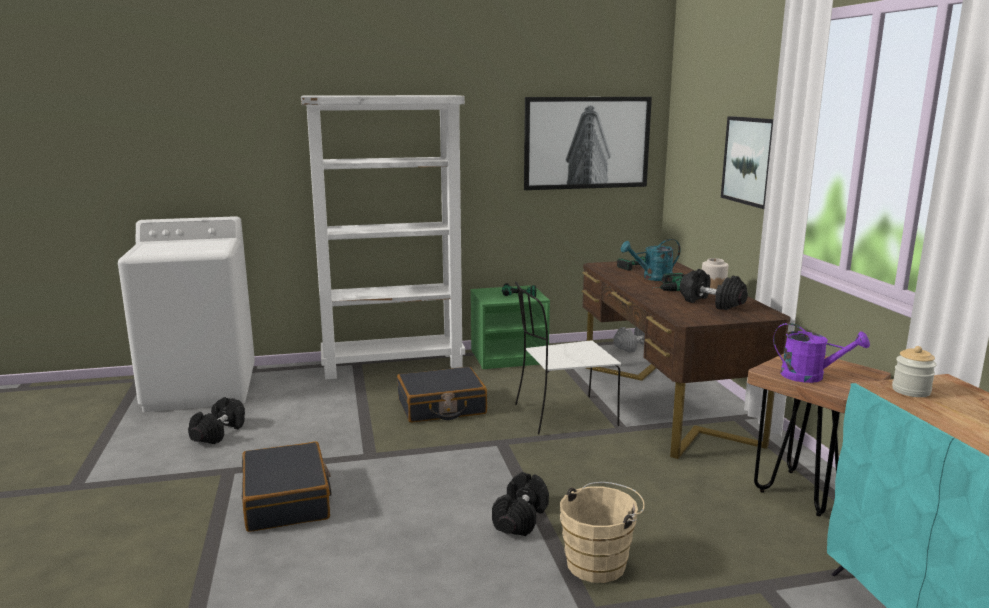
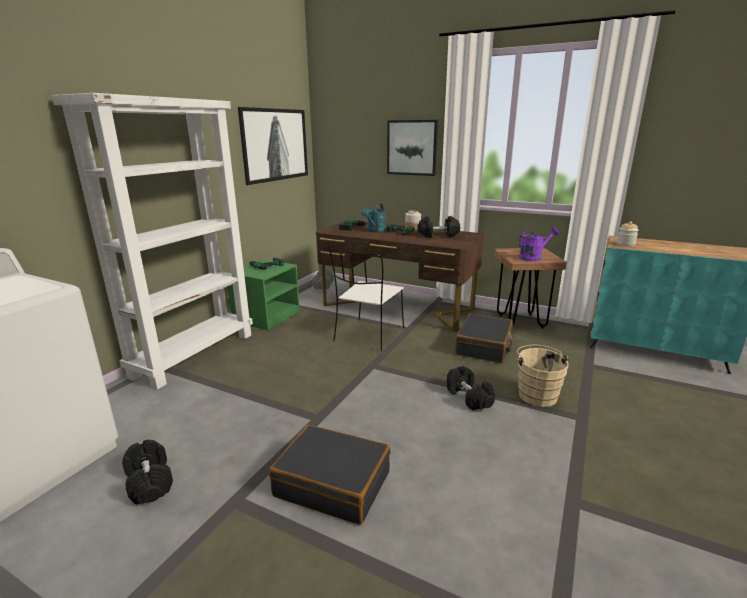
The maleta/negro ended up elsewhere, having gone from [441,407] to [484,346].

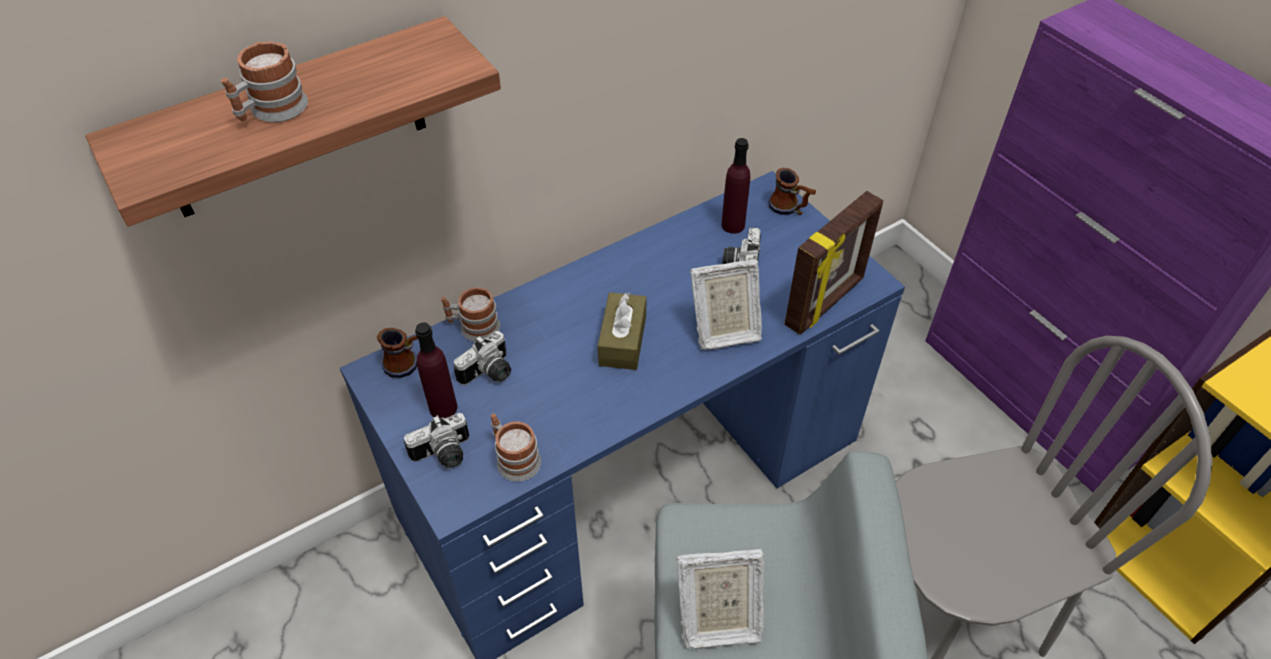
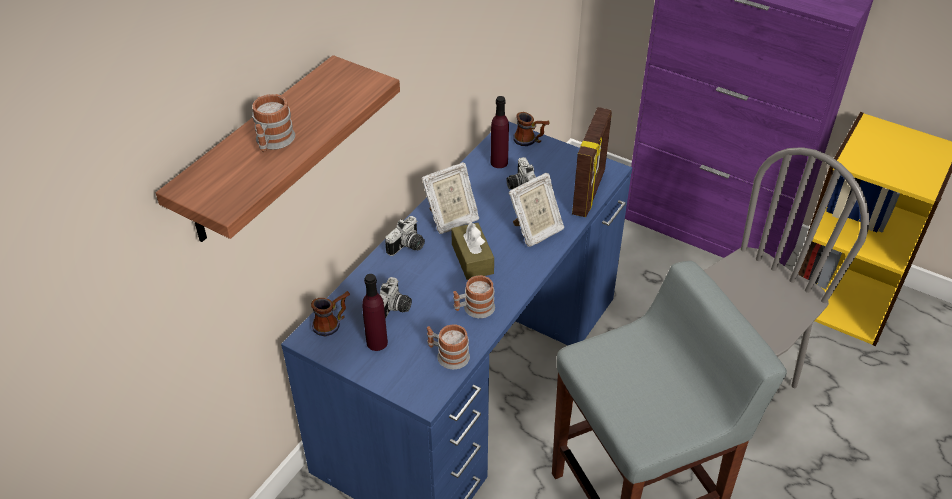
The taza grande ended up elsewhere, having gone from [473,327] to [474,309].
The cámara ended up elsewhere, having gone from [444,455] to [408,247].
The portarretratos ended up elsewhere, having gone from [717,620] to [451,219].

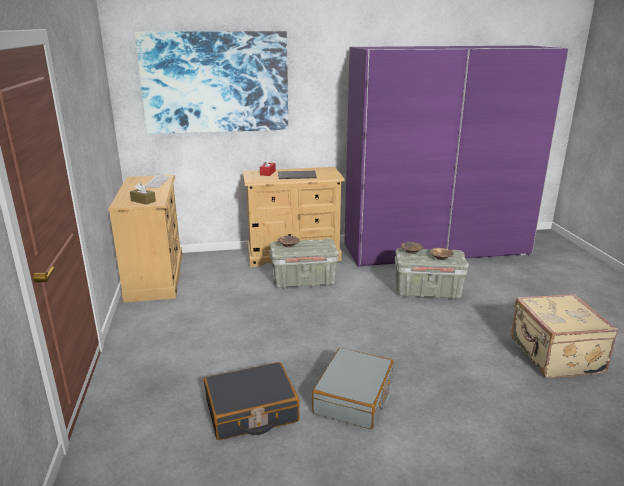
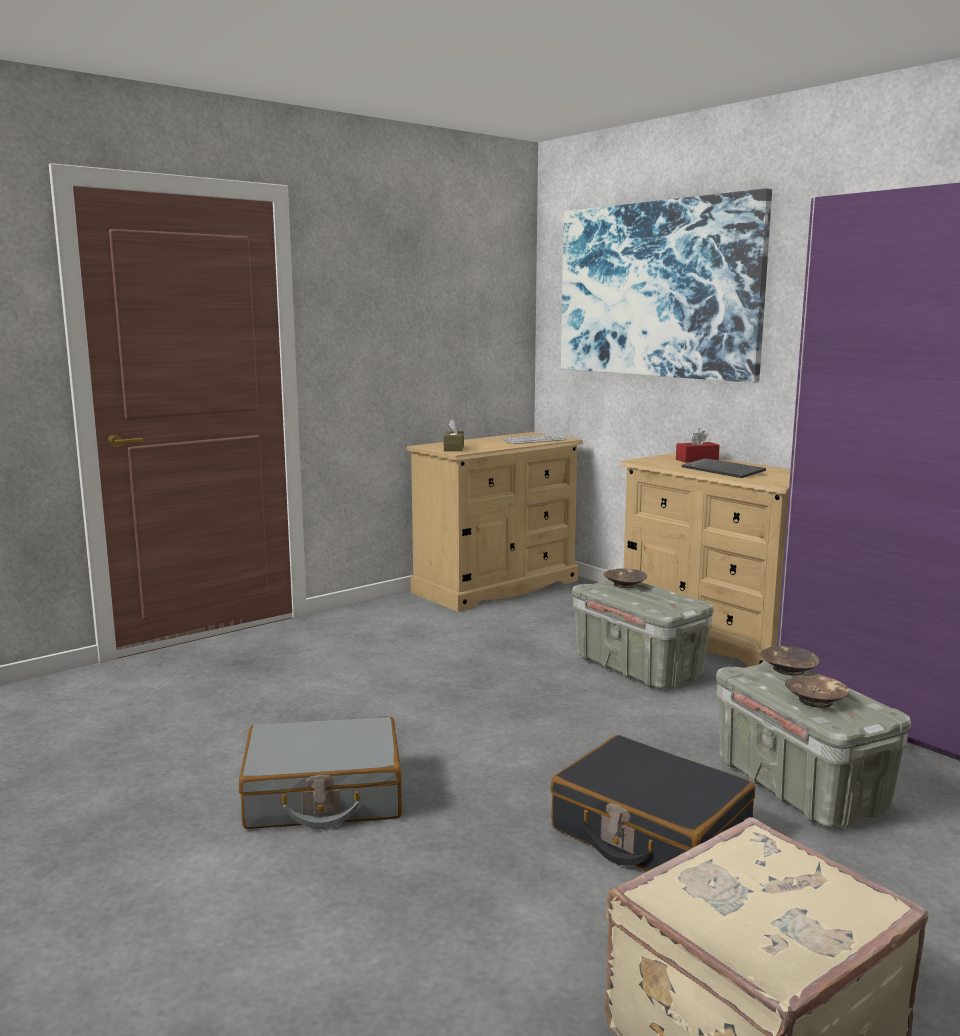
The maleta/negro ended up elsewhere, having gone from [251,411] to [649,833].

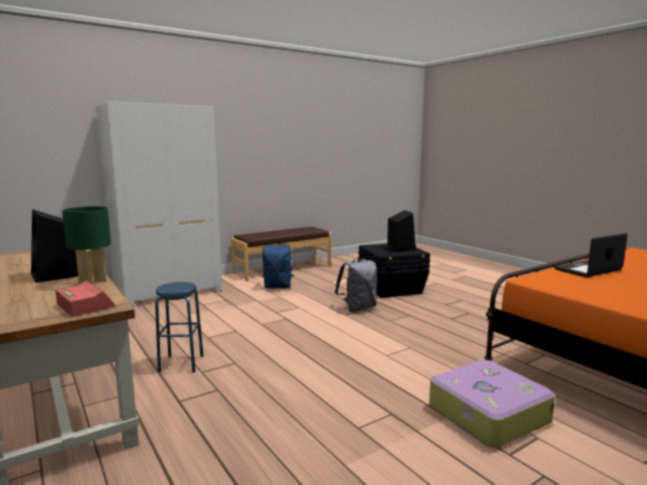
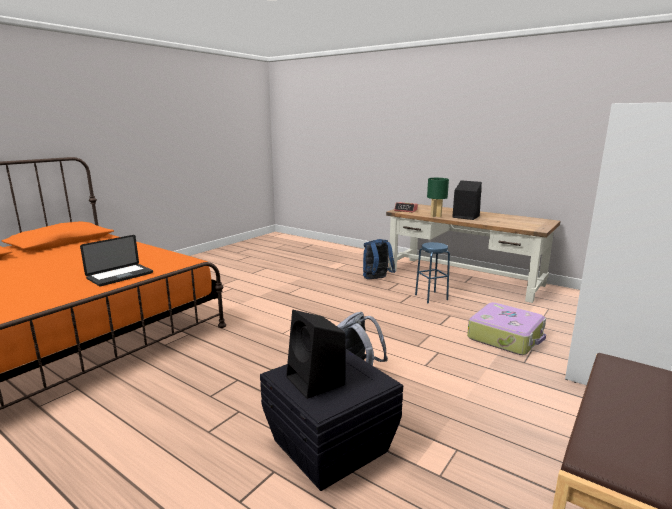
The mochila/azul ended up elsewhere, having gone from [278,287] to [376,279].
The maleta ended up elsewhere, having gone from [486,414] to [506,337].

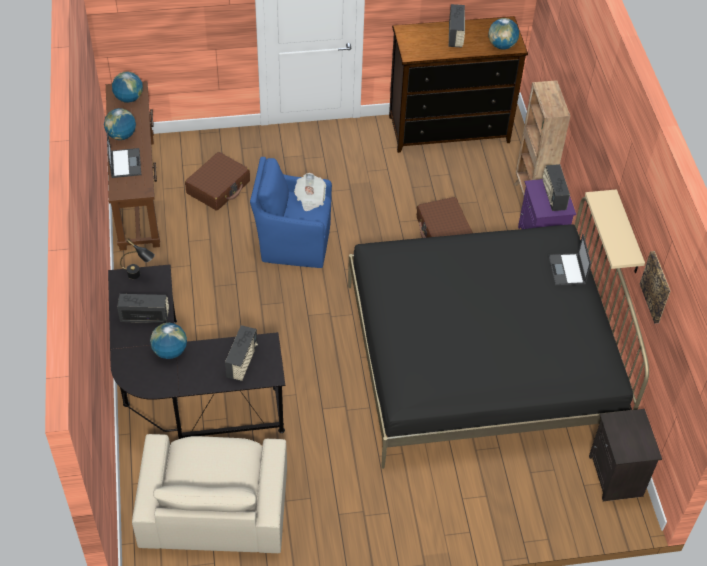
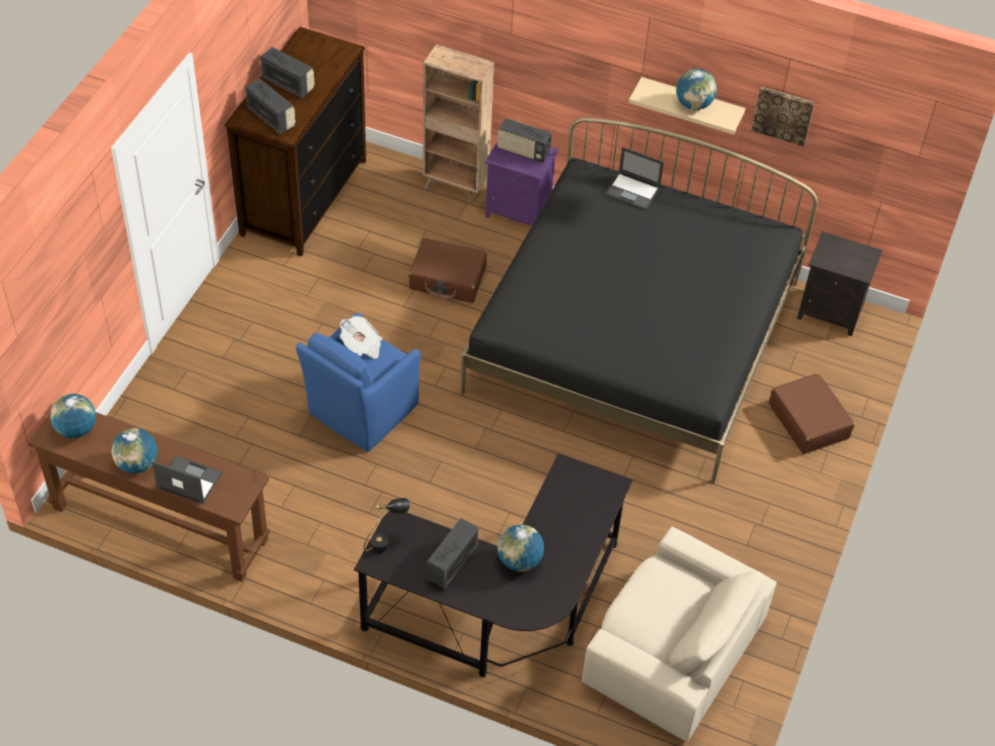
The globo terráqueo ended up elsewhere, having gone from [502,45] to [694,104].
The maleta/marrón ended up elsewhere, having gone from [218,187] to [808,421].
The radio ended up elsewhere, having gone from [242,362] to [271,118].

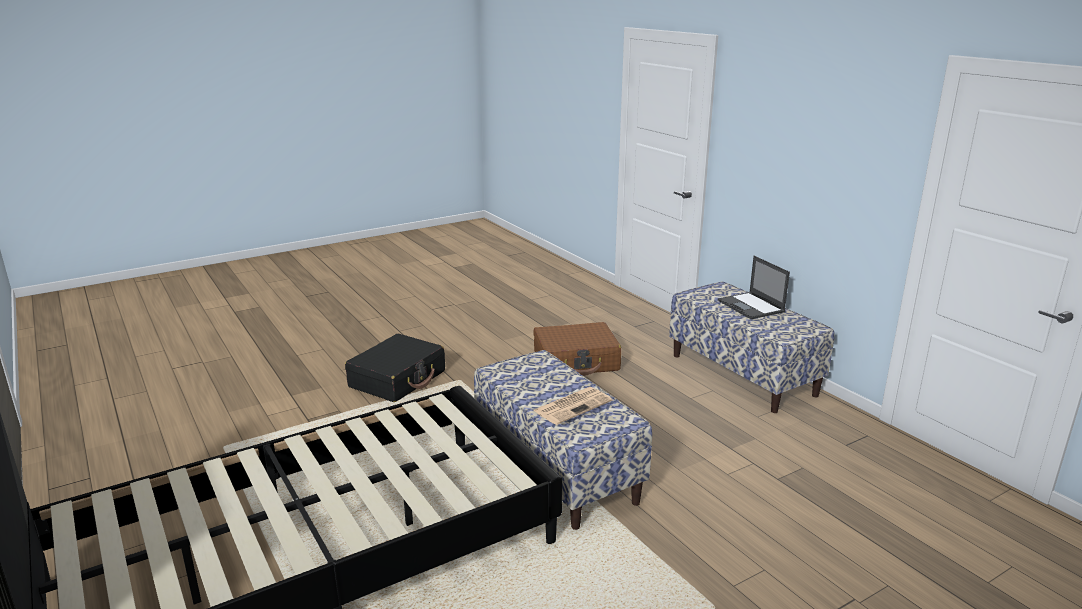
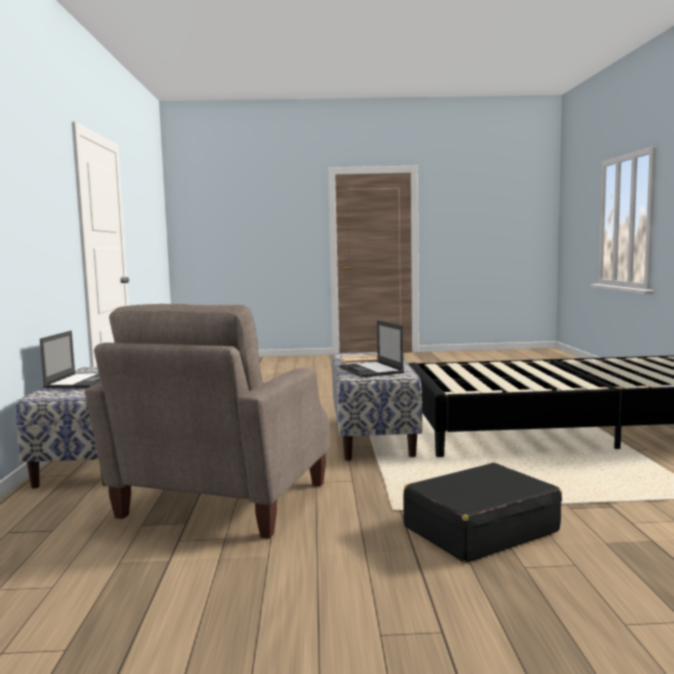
Where the maleta/marrón stood at [576,361], the sillón/beis came to stand at [221,502].
The second view gained the portátil at [371,370].

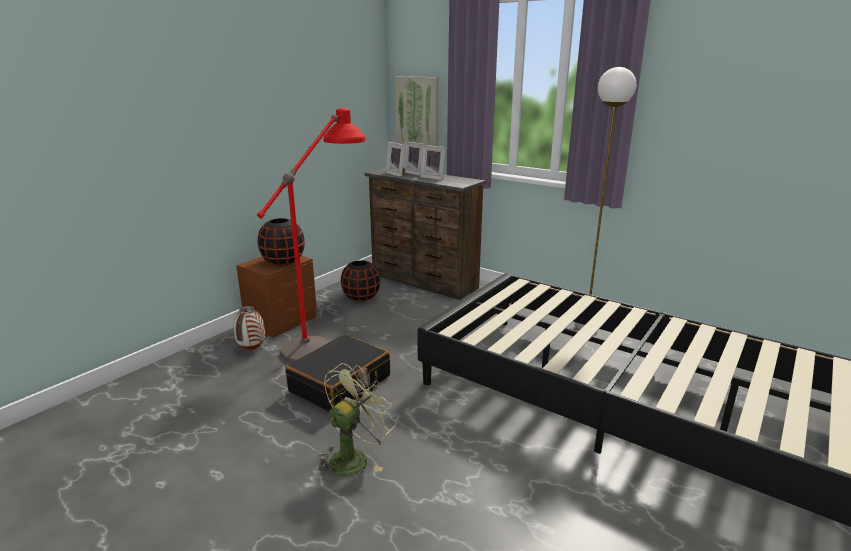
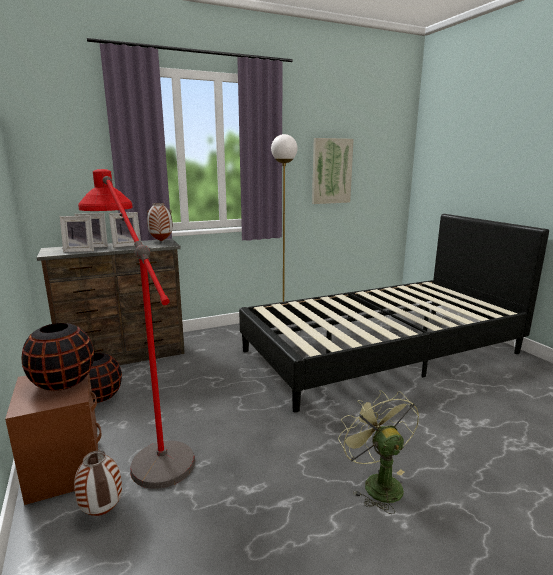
The cuadro ended up elsewhere, having gone from [418,114] to [331,171].
The second view lost the maleta/negro at [340,384].
The second view gained the florero at [161,241].

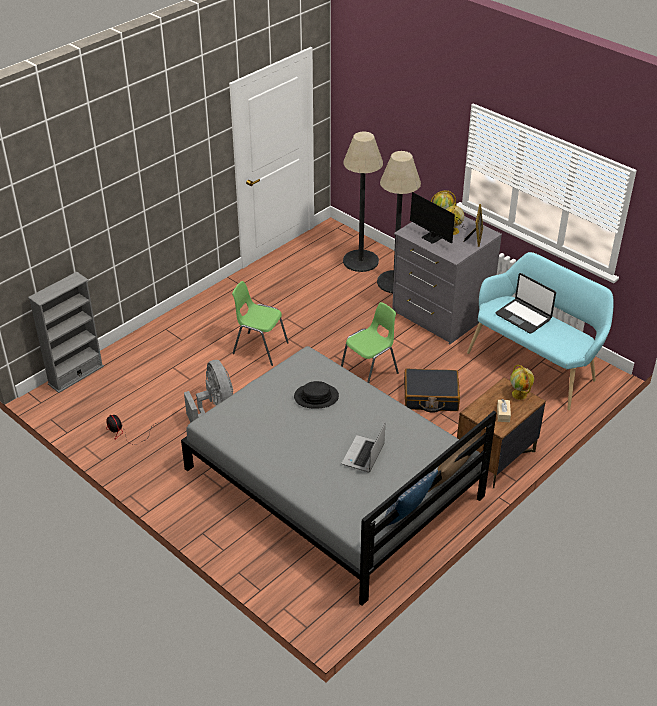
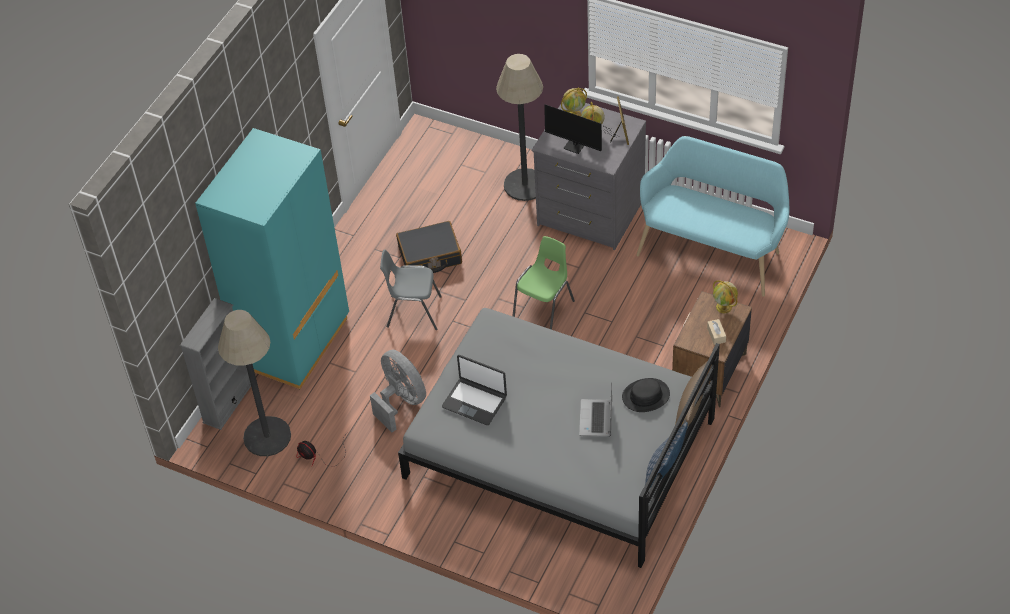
The lámpara de pie ended up elsewhere, having gone from [360,261] to [267,437].
The portátil ended up elsewhere, having gone from [523,316] to [475,401].
What was the silla/verde at [260,348] turned into the silla/gris at [413,312].
The maleta/negro ended up elsewhere, having gone from [430,397] to [430,255].
The sombrero/negro ended up elsewhere, having gone from [316,397] to [646,396].
The second view gained the armario ropero/turquesa at [295,343].

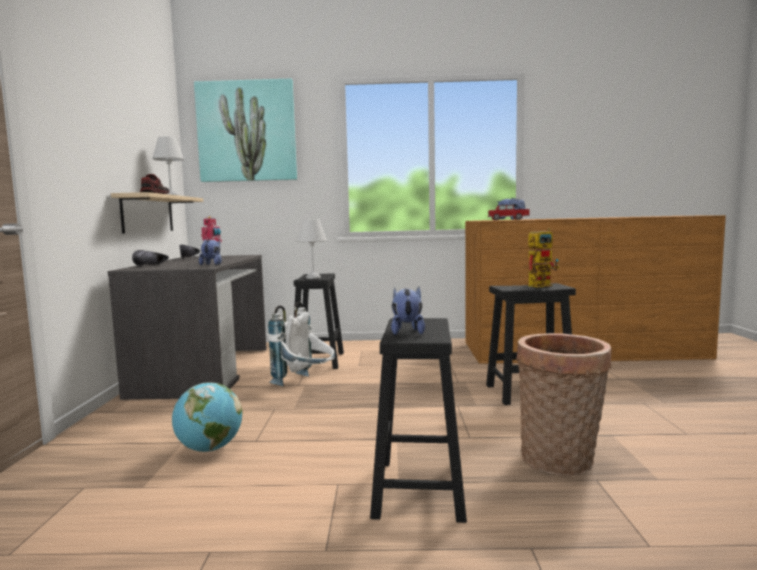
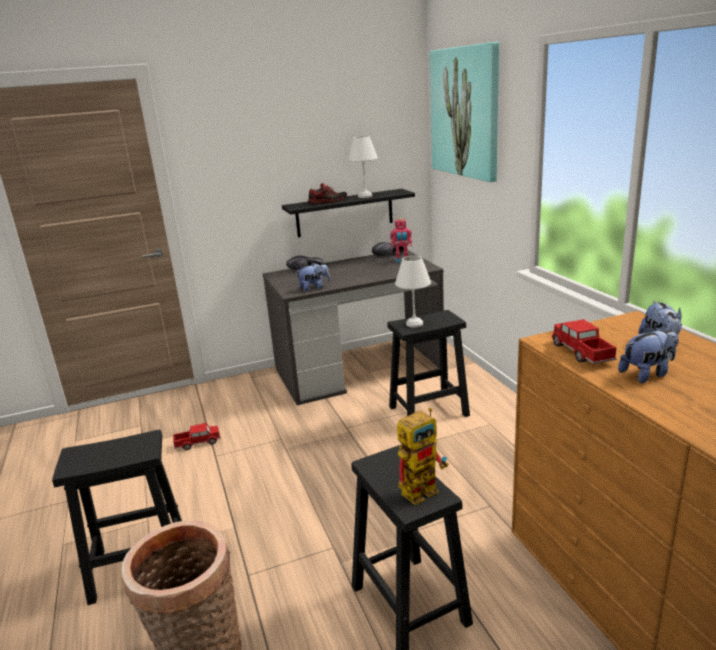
What was the estante/beis at [148,214] turned into the estante/negro at [344,213].
The robot de juguete at [542,285] ended up facing another way, 75 degrees counterclockwise from before.
The peluche ended up elsewhere, having gone from [407,331] to [647,374].
The second view lost the mochila/blanco at [306,384].
Where the globo terráqueo stood at [209,449], the camión de juguete came to stand at [197,443].

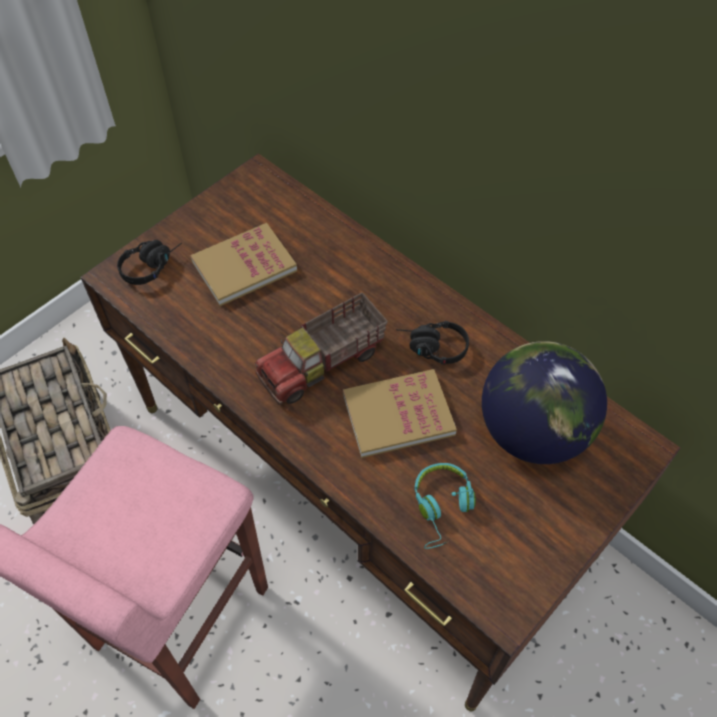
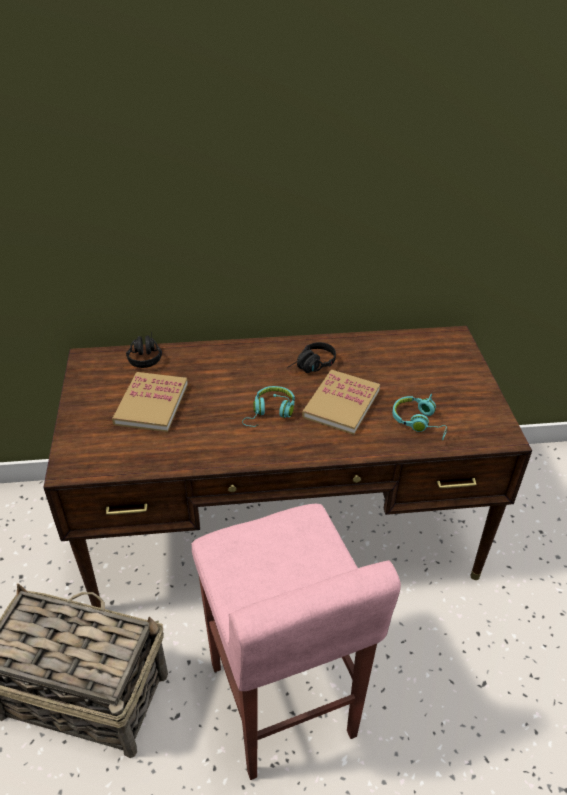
The auriculares/negro ended up elsewhere, having gone from [152,265] to [145,355].
Where the camión de juguete stood at [323,364], the auriculares/turquesa came to stand at [270,412].
The second view lost the globo terráqueo at [532,432].

